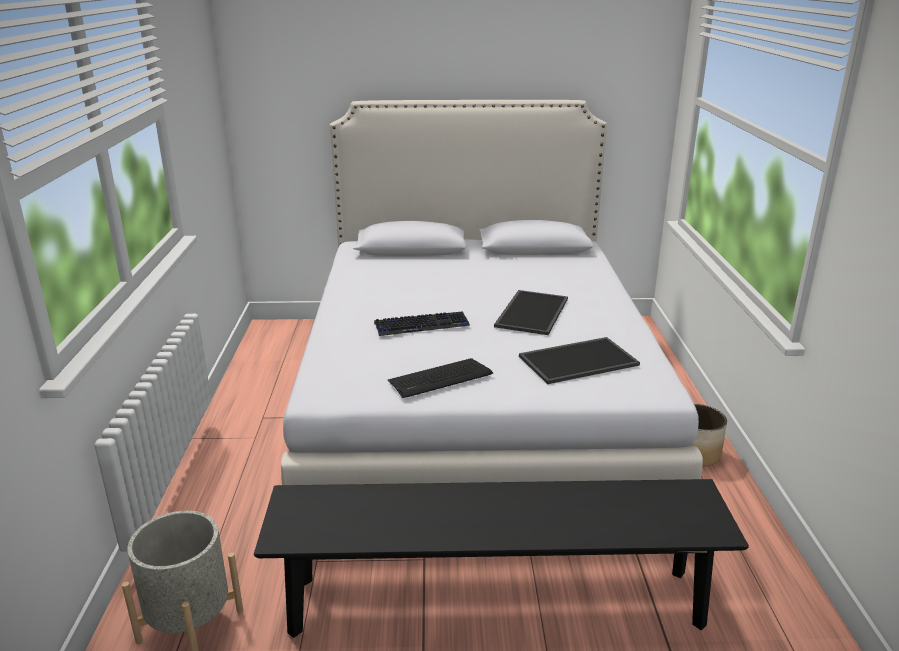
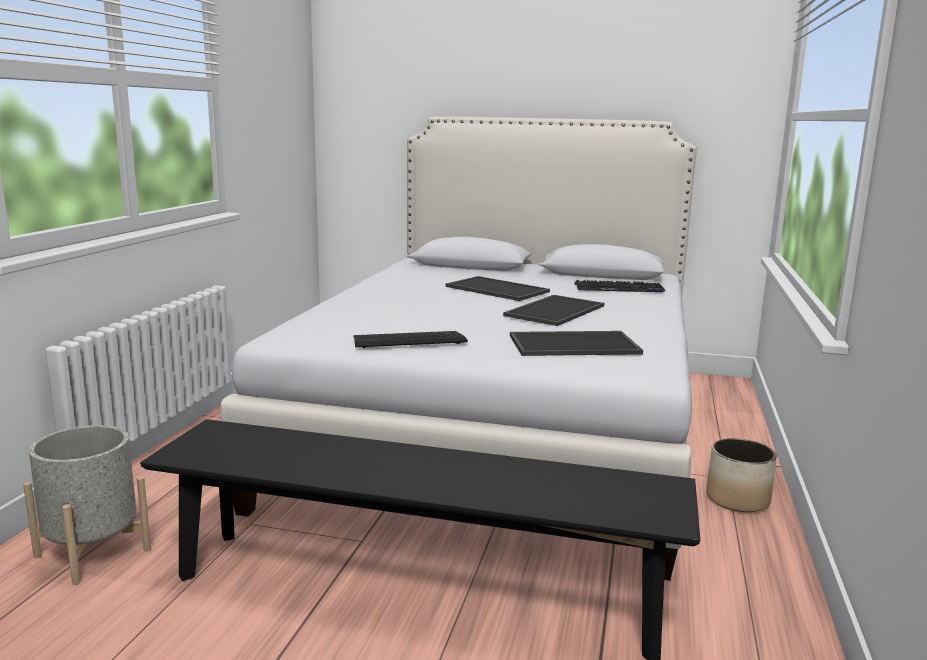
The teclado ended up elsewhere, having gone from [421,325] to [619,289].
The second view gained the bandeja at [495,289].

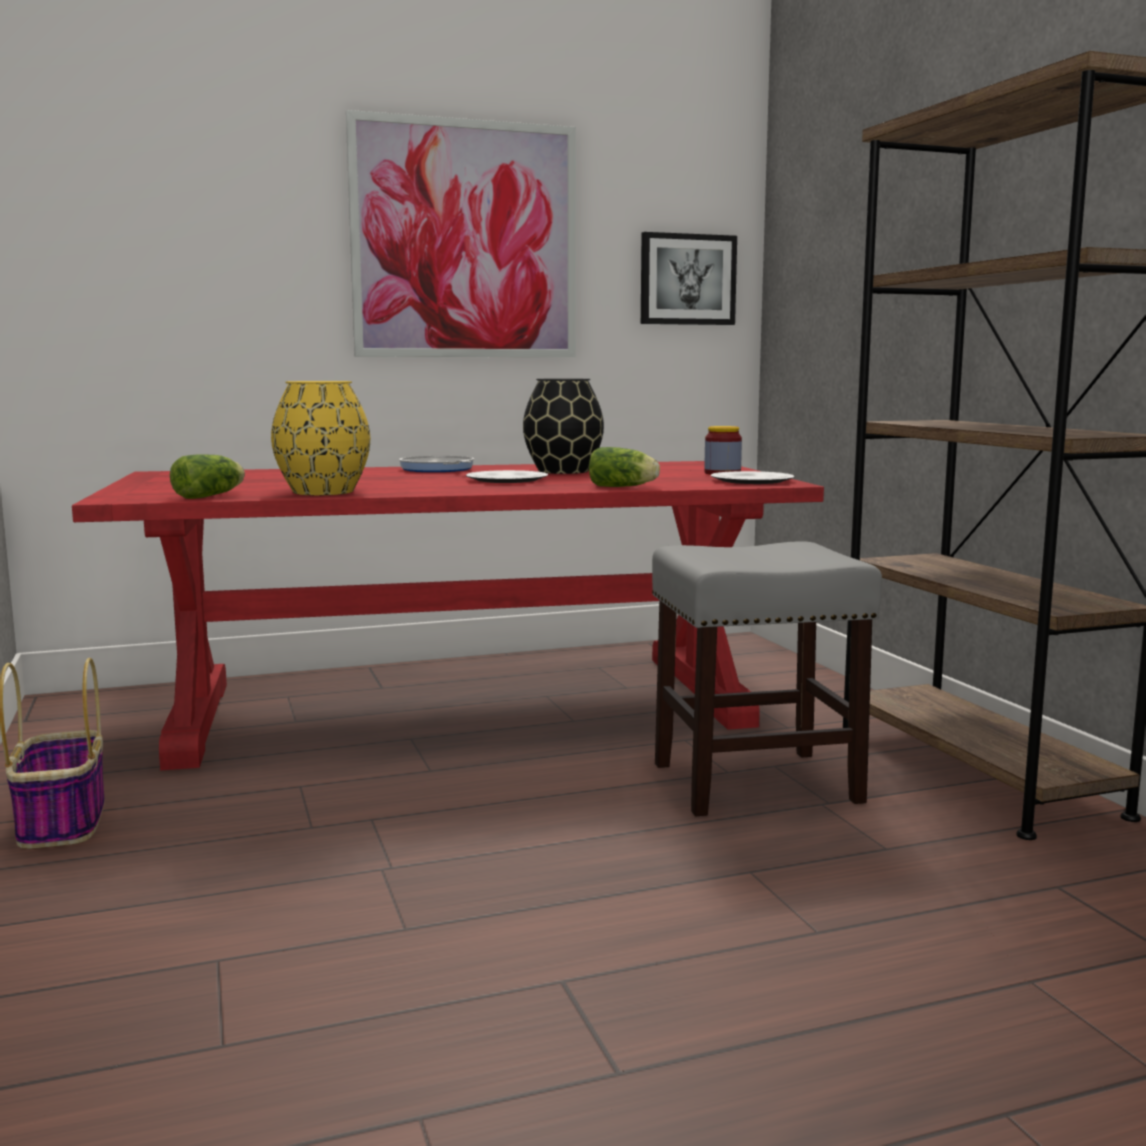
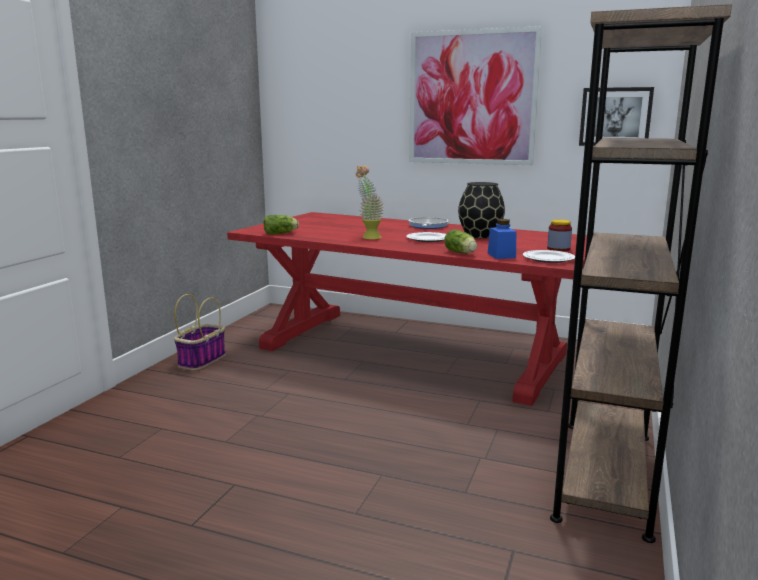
The second view lost the florero/amarillo at [322,492].
The second view lost the taburete/gris at [753,783].
The second view gained the planta en maceta at [368,237].
The second view gained the tarro/azul at [501,255].

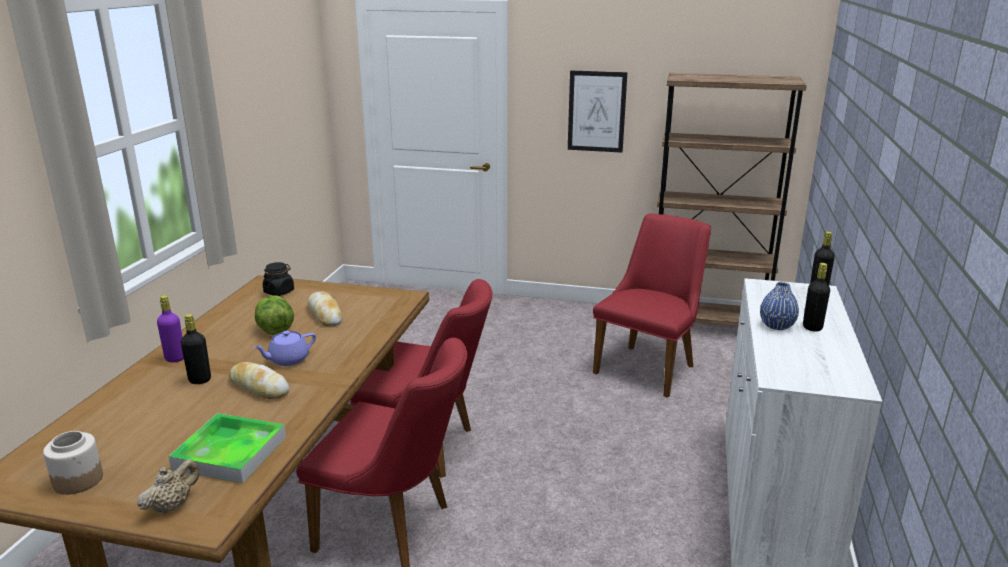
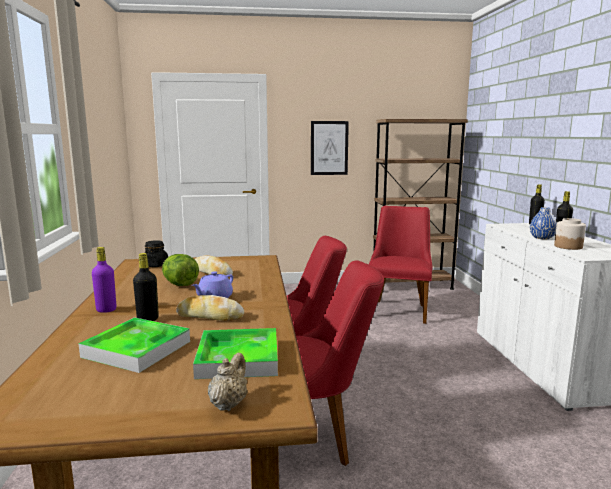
The tarro ended up elsewhere, having gone from [78,480] to [568,246].
The second view gained the bandeja at [137,349].

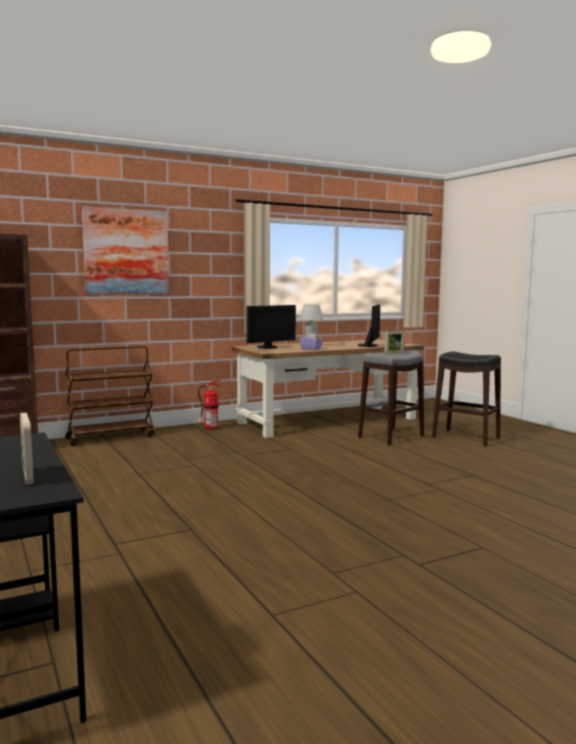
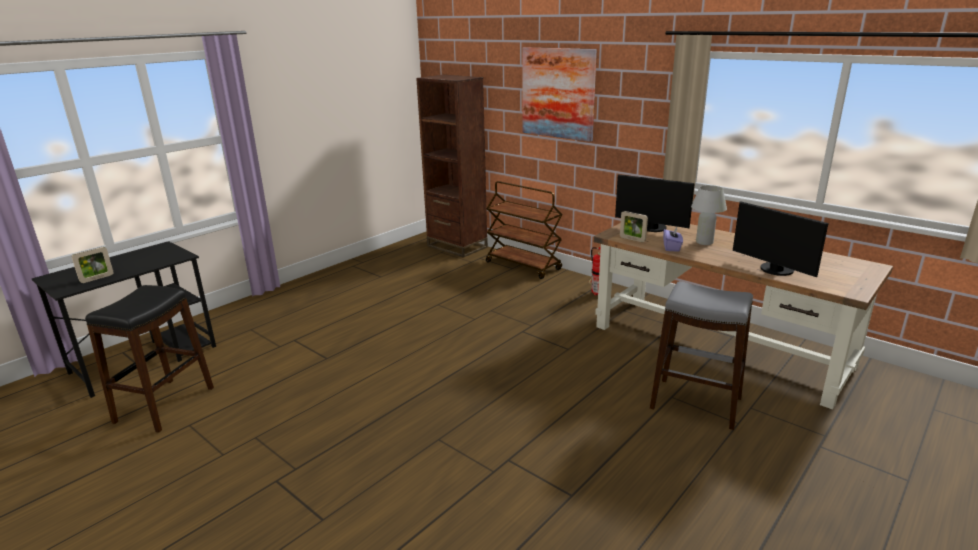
The monitor at [370,345] ended up facing another way, 60 degrees clockwise from before.
The portarretratos ended up elsewhere, having gone from [394,353] to [632,239].
The taburete/negro ended up elsewhere, having gone from [466,438] to [165,405].

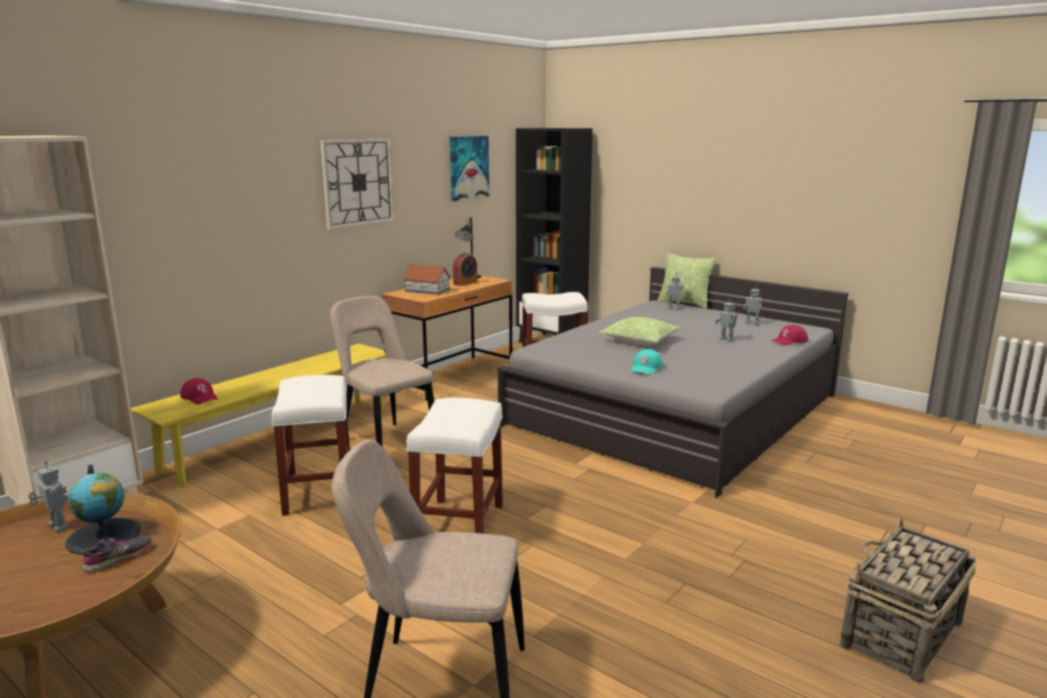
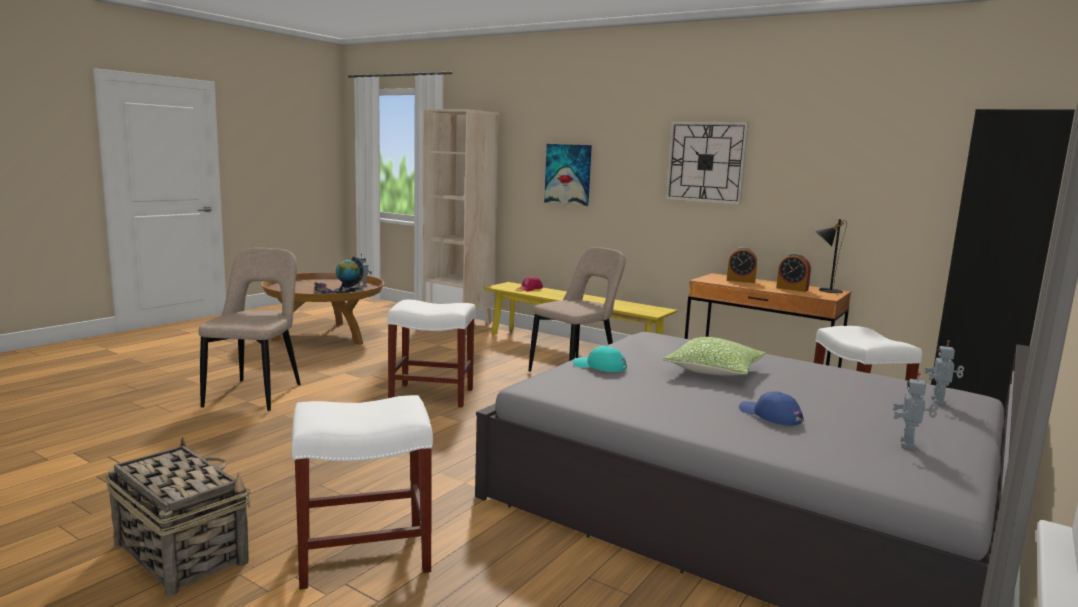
The cuadro ended up elsewhere, having gone from [468,167] to [568,174].
The second view lost the cojín at [684,303].
Where the casita stood at [427,290], the despertador came to stand at [740,281].
Where the robot de juguete stood at [727,339], the gorra/azul came to stand at [770,415].
The second view lost the gorra/rojo at [789,341].
The taburete/blanco ended up elsewhere, having gone from [319,492] to [362,555].

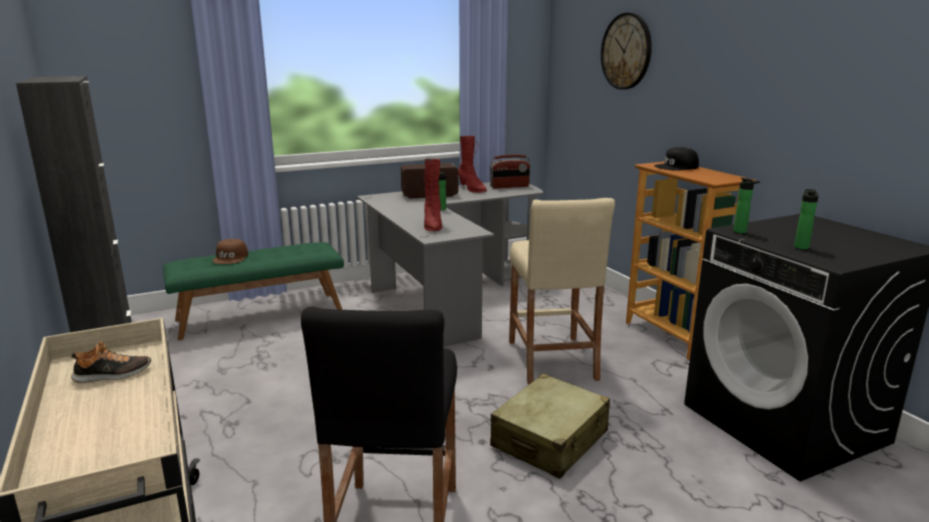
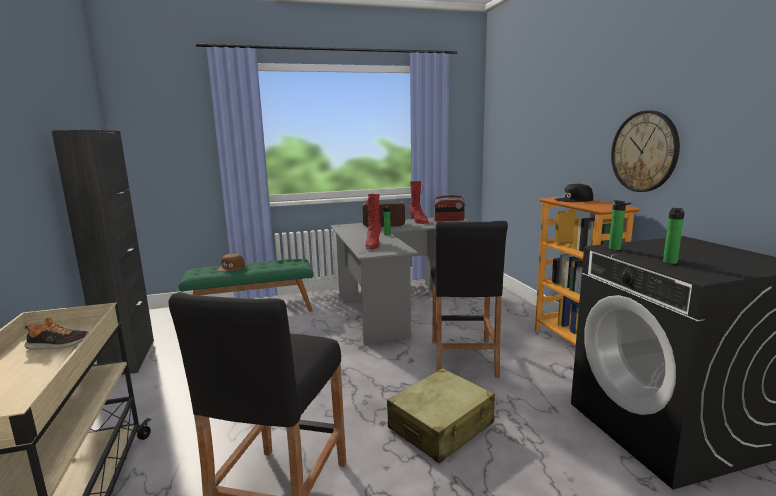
The reloj de pared ended up elsewhere, having gone from [626,51] to [644,151].
What was the taburete/beis at [552,360] turned into the taburete/negro at [463,357].

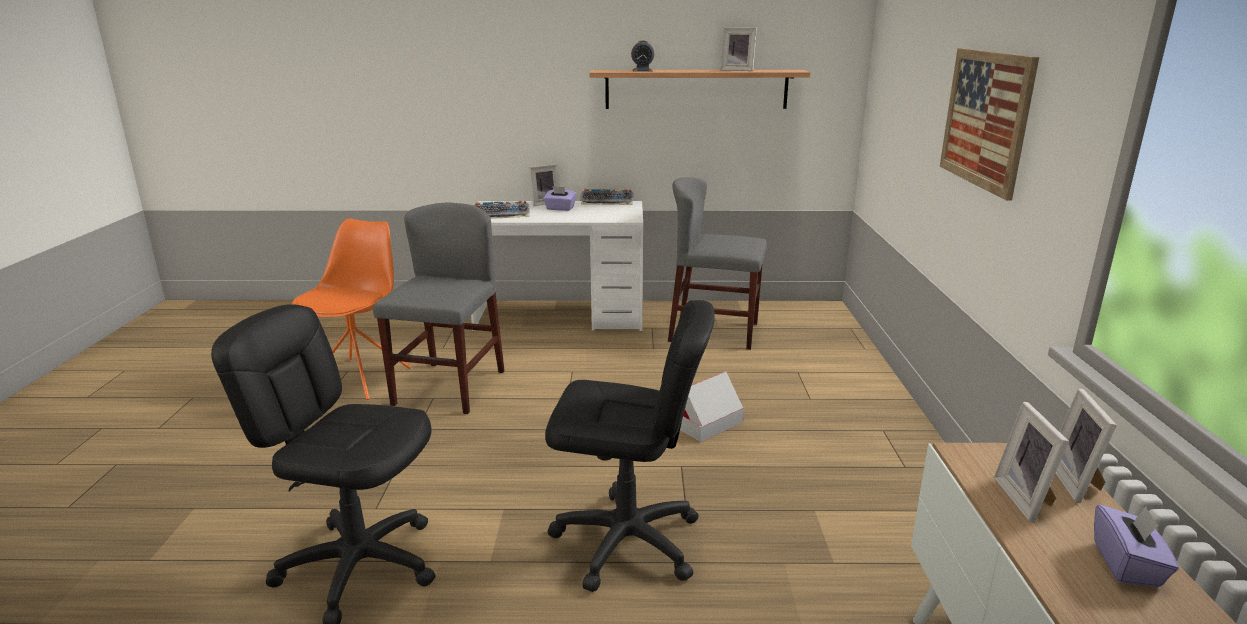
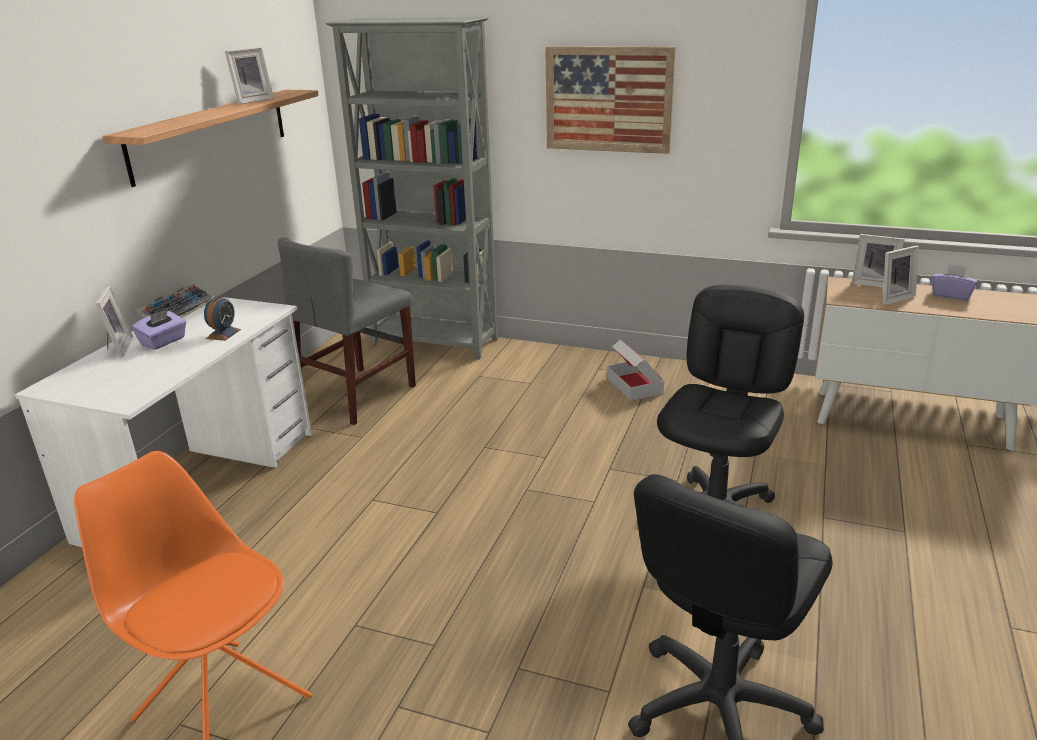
The despertador ended up elsewhere, having gone from [642,70] to [223,334].
The second view lost the teclado at [502,215].
The second view lost the silla/gris at [449,387].
The caja de cartón ended up elsewhere, having gone from [707,424] to [634,386].
The portarretratos at [1027,499] ended up facing another way, 45 degrees counterclockwise from before.
The second view gained the estantería/gris at [435,343].

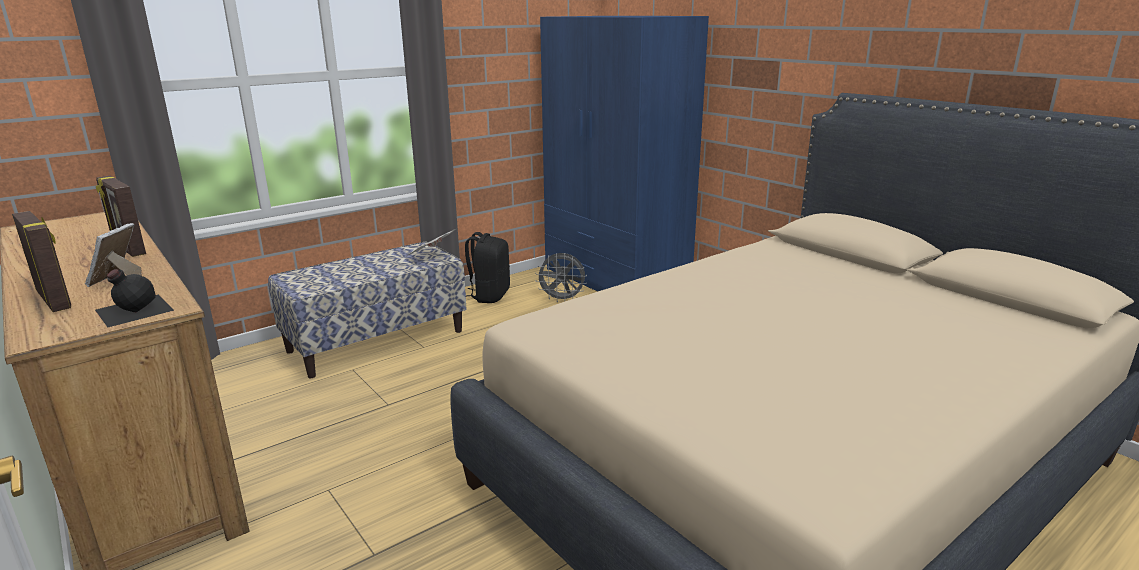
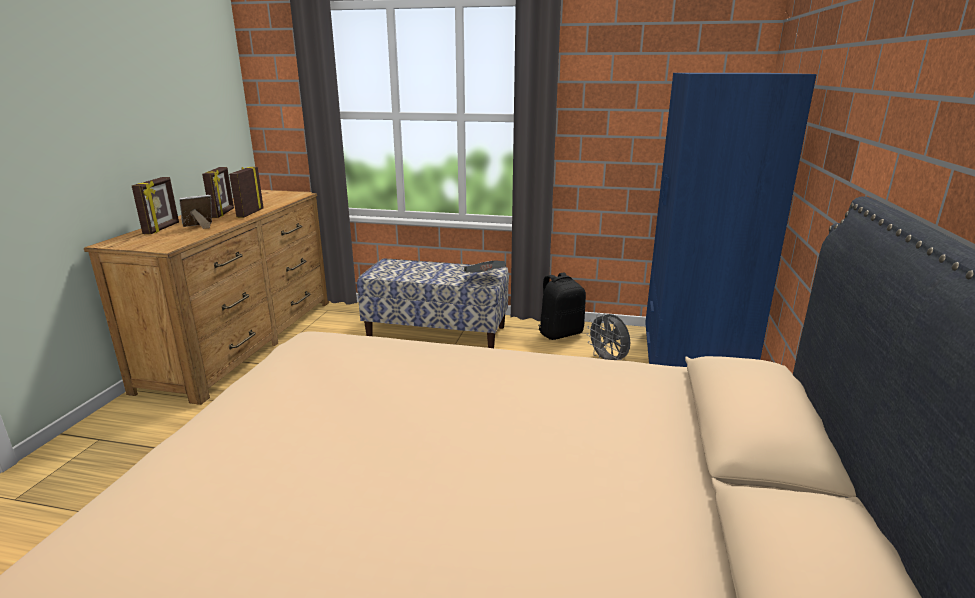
The second view lost the botella/negro at [133,310].
The second view gained the portarretratos at [223,213].

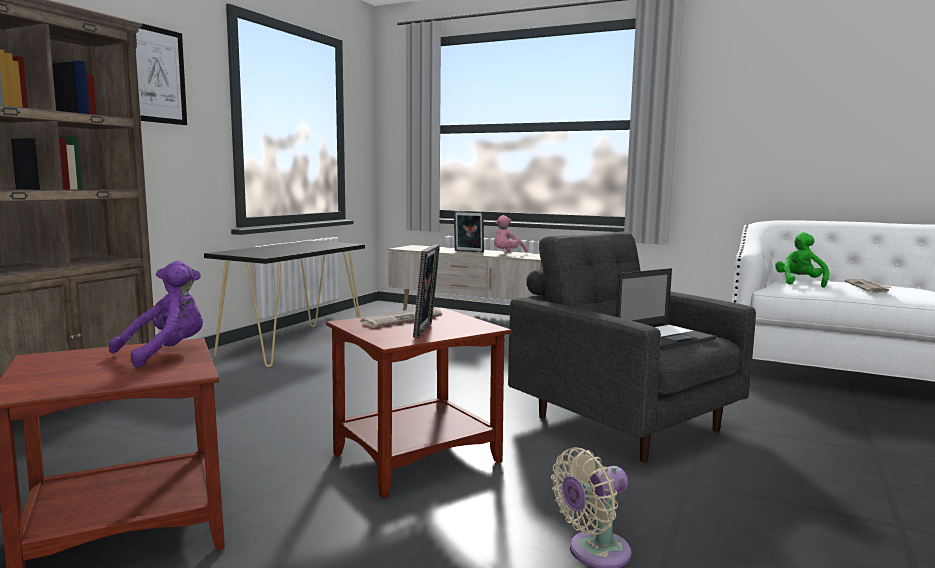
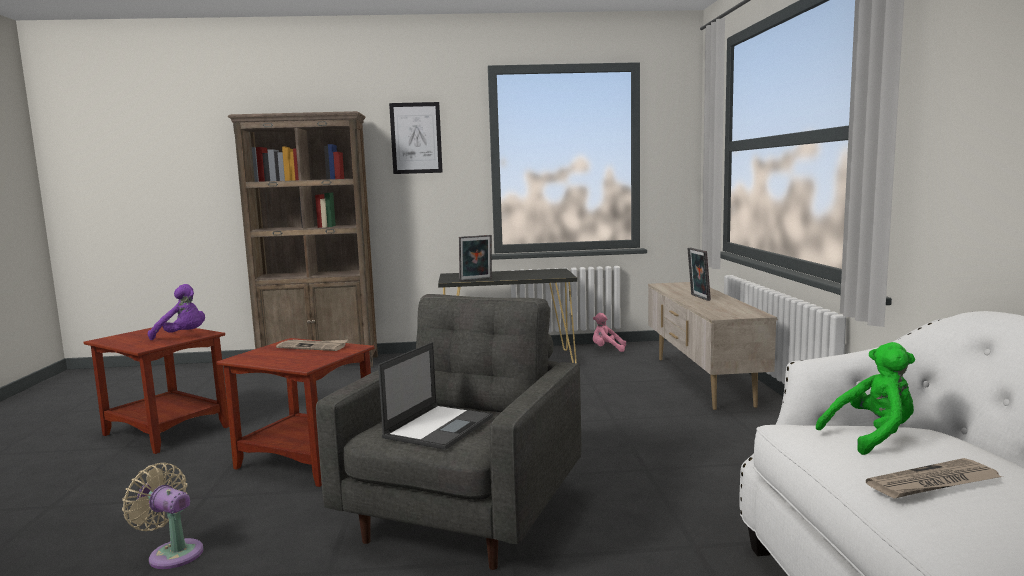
The peluche/rosa ended up elsewhere, having gone from [507,254] to [607,349].
The portarretratos ended up elsewhere, having gone from [426,330] to [476,280].
The portátil at [665,337] ended up facing another way, 90 degrees counterclockwise from before.

